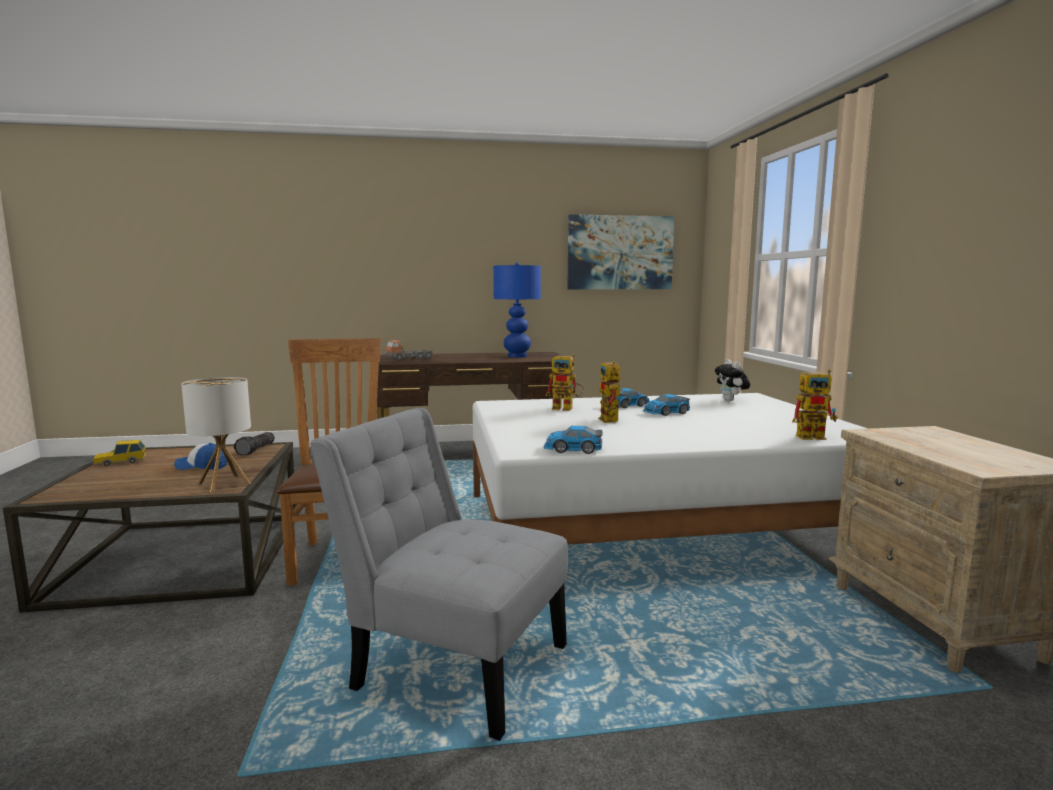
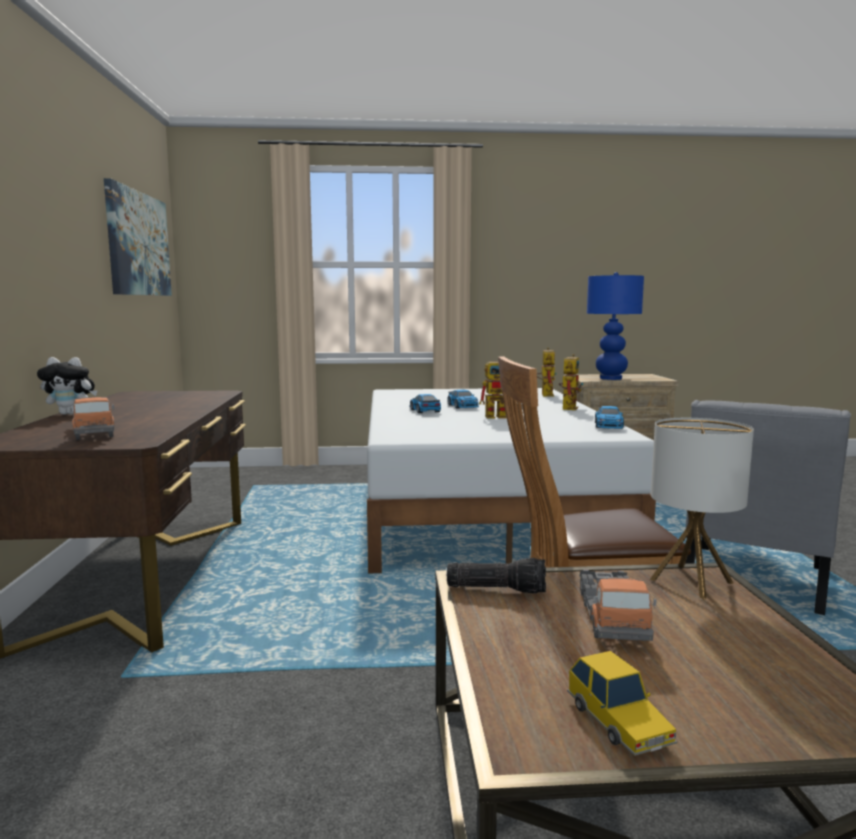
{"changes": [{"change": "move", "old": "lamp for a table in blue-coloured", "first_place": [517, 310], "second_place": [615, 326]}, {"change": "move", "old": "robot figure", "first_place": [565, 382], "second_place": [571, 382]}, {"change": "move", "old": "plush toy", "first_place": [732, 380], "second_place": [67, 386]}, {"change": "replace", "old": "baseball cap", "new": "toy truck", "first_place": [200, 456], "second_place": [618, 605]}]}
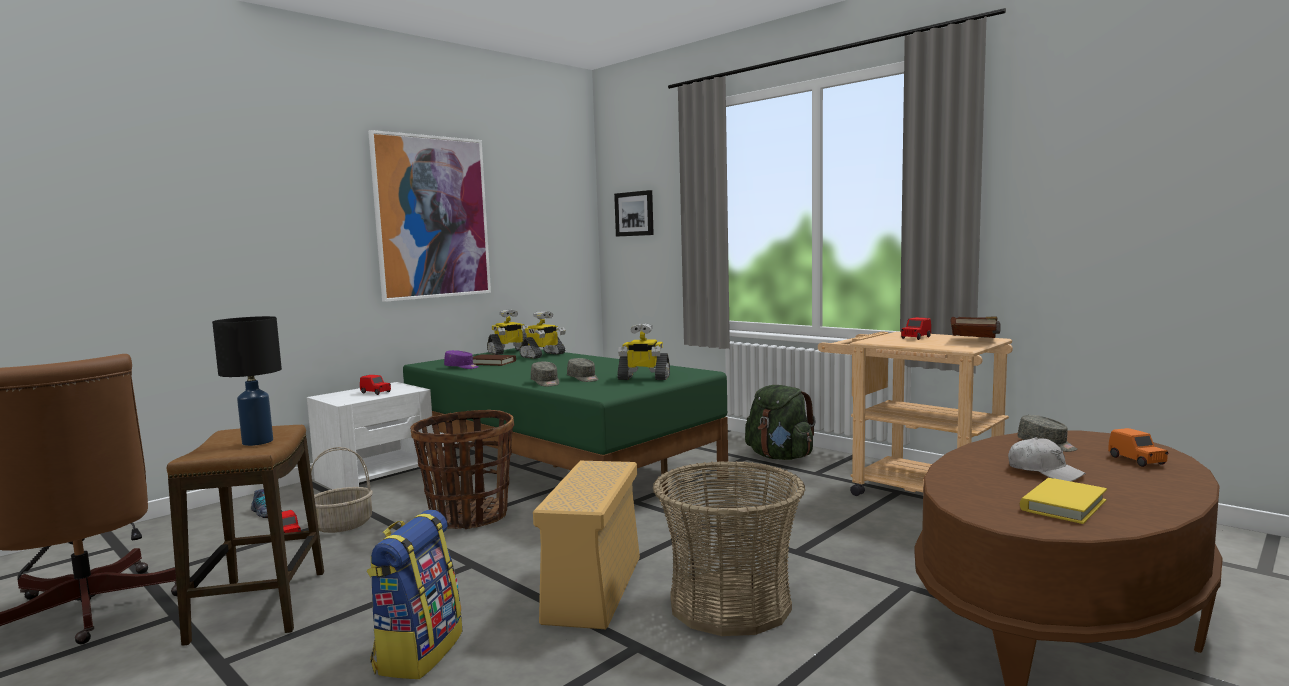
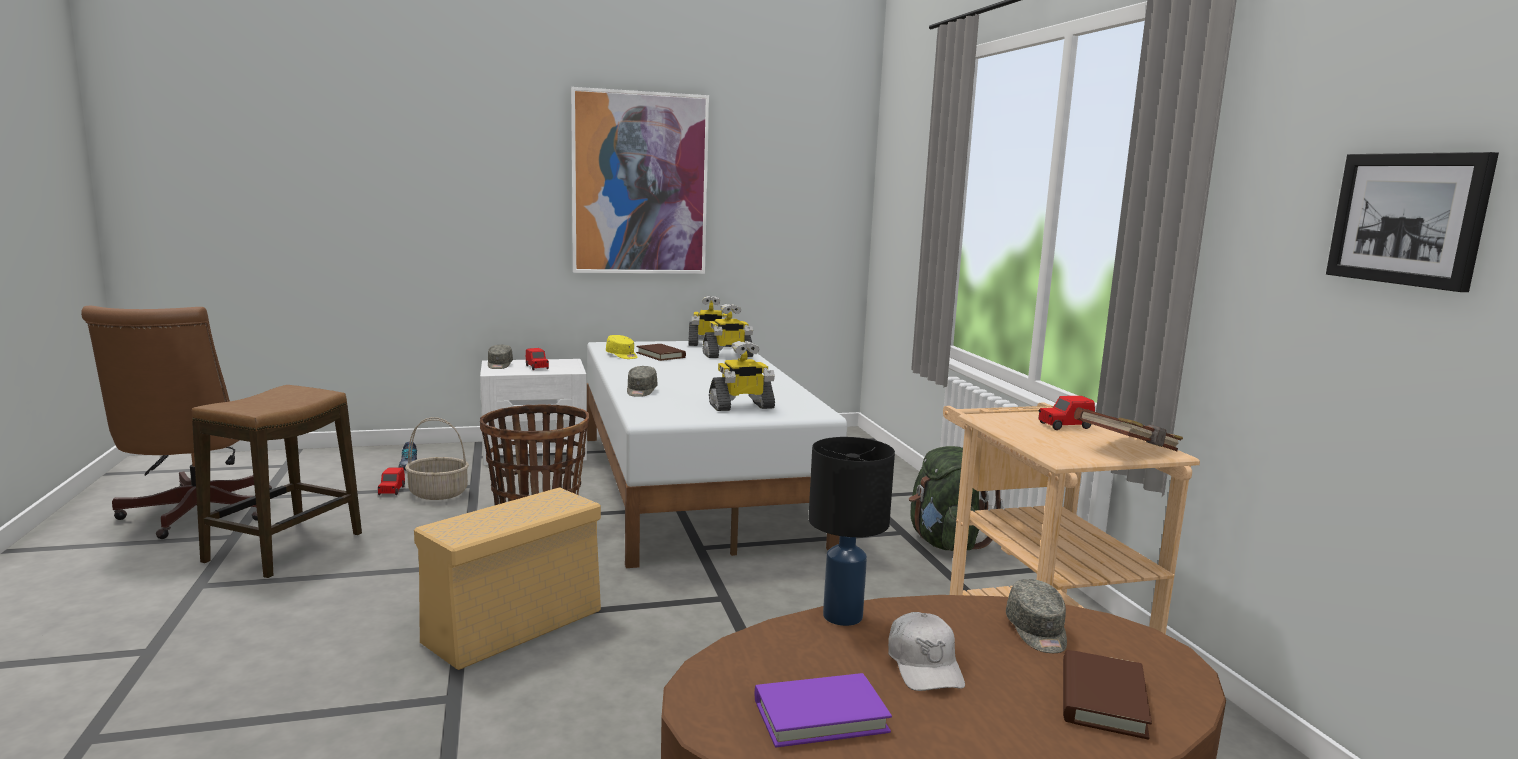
{"changes": [{"change": "move", "old": "wall picture", "first_place": [634, 213], "second_place": [1412, 222]}, {"change": "move", "old": "lamp for a table in black", "first_place": [247, 381], "second_place": [852, 531]}, {"change": "rotate", "old": "robot figure", "first_place": [643, 351], "second_place": [742, 375], "degrees": -60}, {"change": "recolor", "old": "bedroom bed in green-coloured", "new": "bedroom bed in white", "first_place": [565, 421], "second_place": [717, 454]}, {"change": "recolor", "old": "baseball cap in purplish", "new": "baseball cap in yellowish", "first_place": [461, 359], "second_place": [622, 347]}, {"change": "move", "old": "baseball cap in gray", "first_place": [583, 370], "second_place": [500, 357]}, {"change": "replace", "old": "toy car in orange-coloured", "new": "volume in brown", "first_place": [1138, 447], "second_place": [1107, 695]}, {"change": "delete", "old": "basket", "first_place": [729, 548]}, {"change": "recolor", "old": "volume in yellowish", "new": "volume in purplish", "first_place": [1063, 501], "second_place": [823, 710]}, {"change": "delete", "old": "rucksack", "first_place": [414, 594]}]}
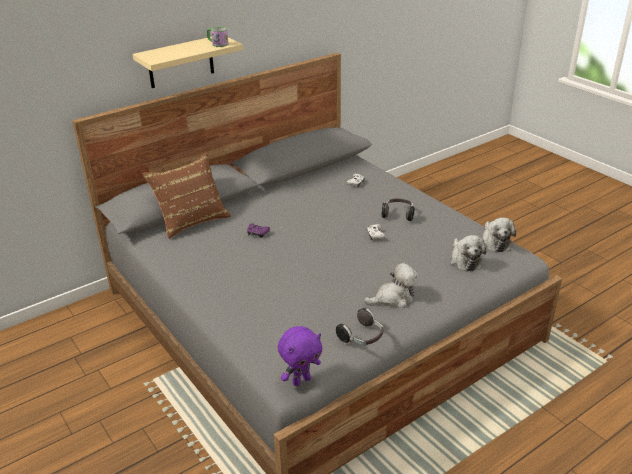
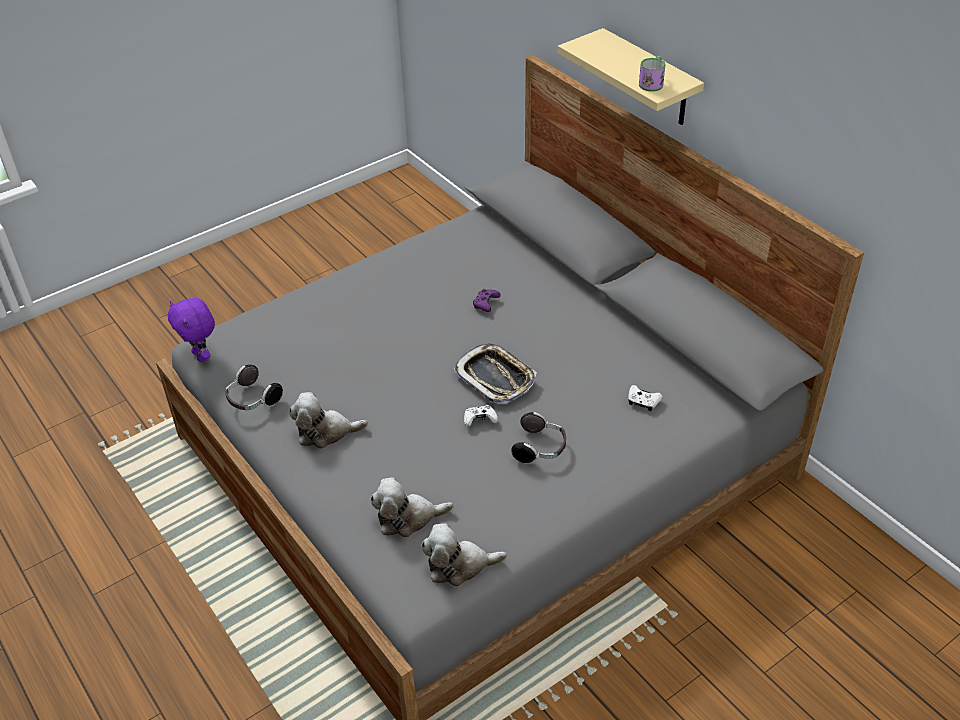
{"changes": [{"change": "delete", "old": "cushion in brown", "first_place": [186, 195]}, {"change": "rotate", "old": "plush toy", "first_place": [391, 285], "second_place": [328, 420], "degrees": 105}, {"change": "insert", "new": "tray", "second_place": [495, 373]}]}
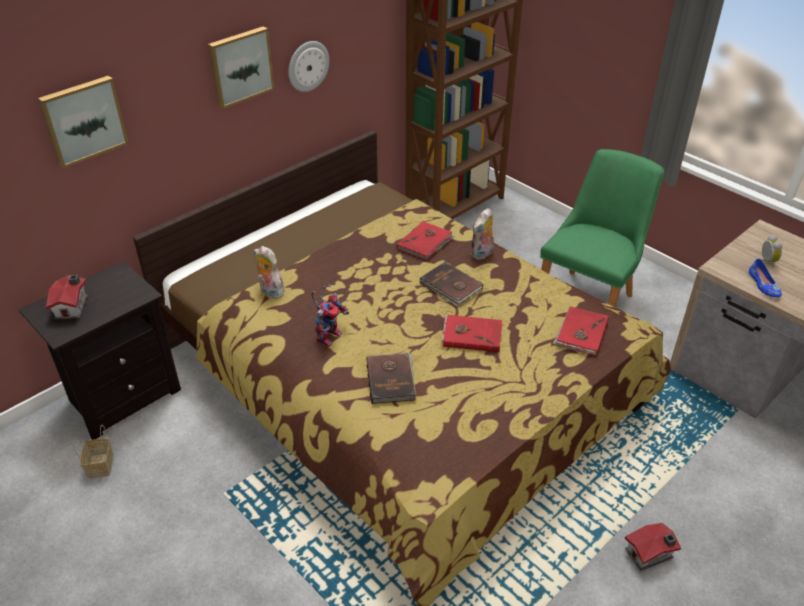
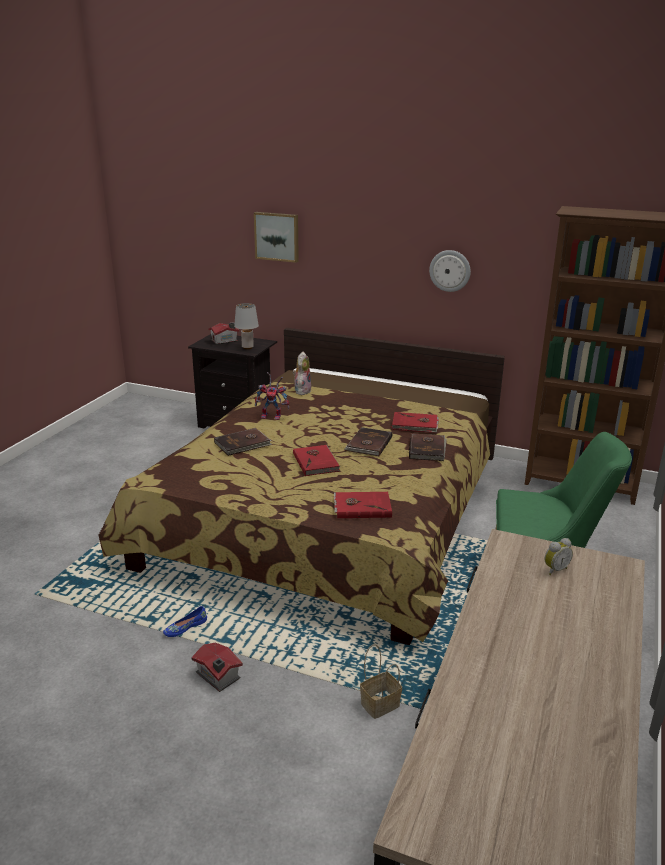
{"changes": [{"change": "delete", "old": "wall picture", "first_place": [241, 67]}, {"change": "replace", "old": "plush toy", "new": "volume in brown", "first_place": [482, 234], "second_place": [428, 447]}, {"change": "move", "old": "shoe in blue-coloured", "first_place": [765, 278], "second_place": [185, 621]}, {"change": "move", "old": "basket", "first_place": [91, 451], "second_place": [381, 681]}, {"change": "insert", "new": "lamp for a table in gray", "second_place": [246, 326]}]}
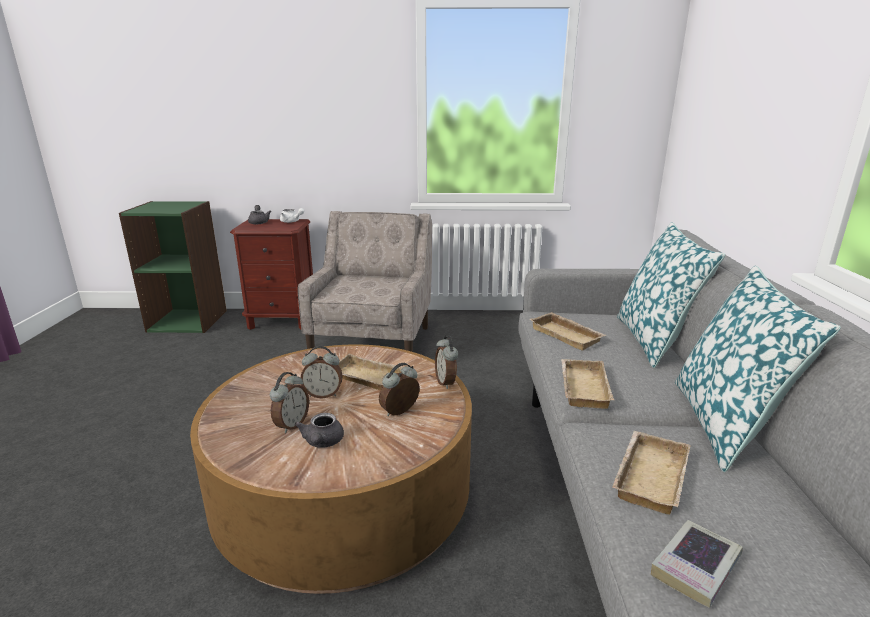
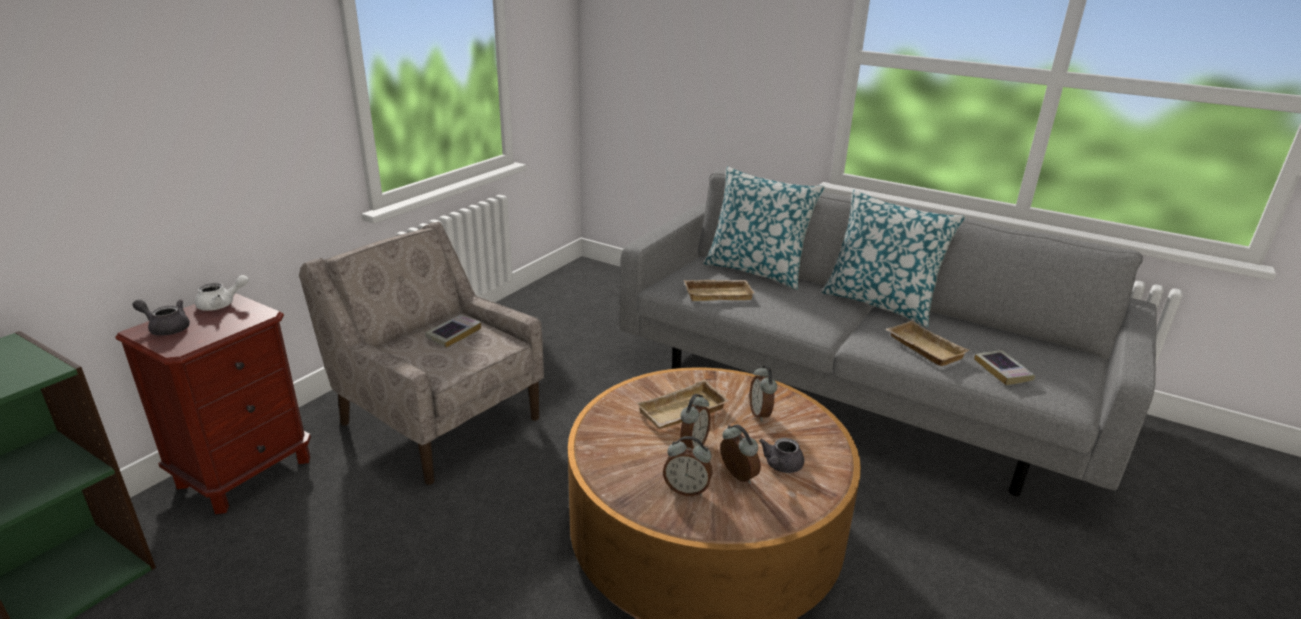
{"changes": [{"change": "move", "old": "table clock", "first_place": [447, 362], "second_place": [688, 466]}, {"change": "delete", "old": "tray in beige-coloured", "first_place": [587, 384]}, {"change": "rotate", "old": "teapot in gray", "first_place": [319, 430], "second_place": [781, 455], "degrees": 90}, {"change": "insert", "new": "volume", "second_place": [453, 331]}]}
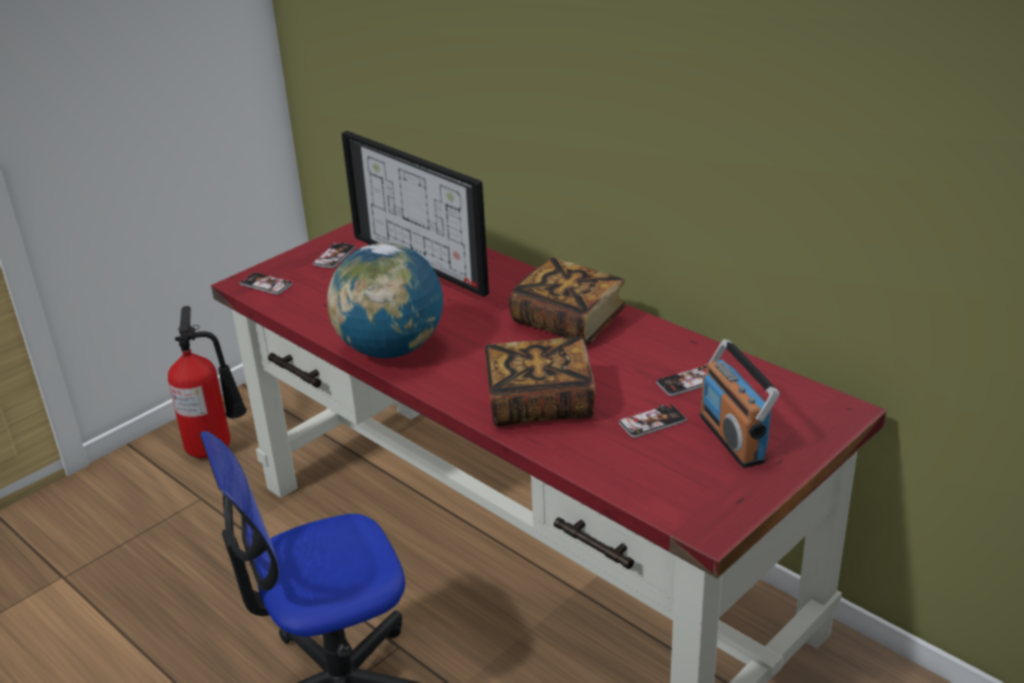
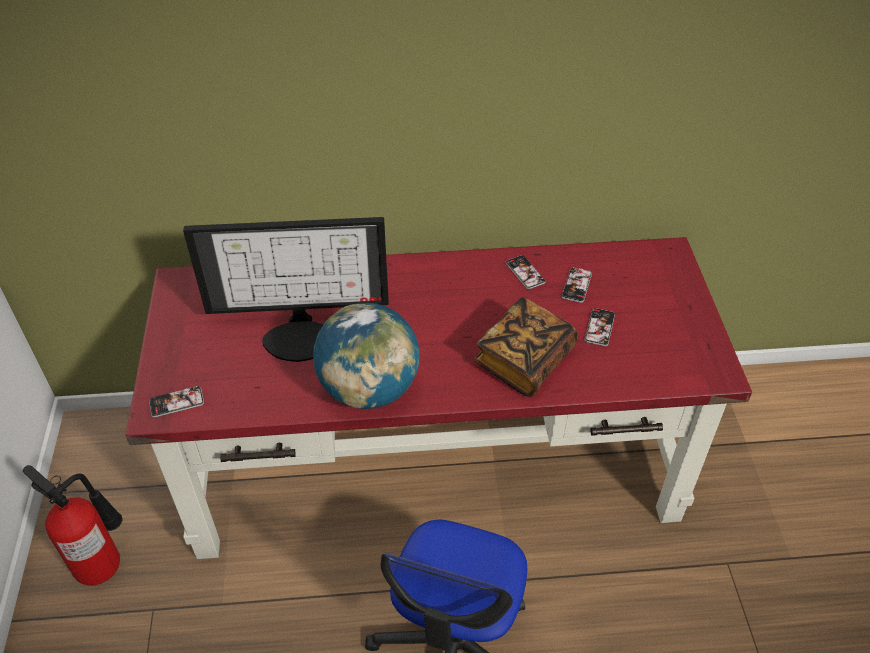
{"changes": [{"change": "move", "old": "phone", "first_place": [334, 255], "second_place": [525, 272]}, {"change": "delete", "old": "volume", "first_place": [568, 301]}, {"change": "delete", "old": "radio set", "first_place": [740, 403]}]}
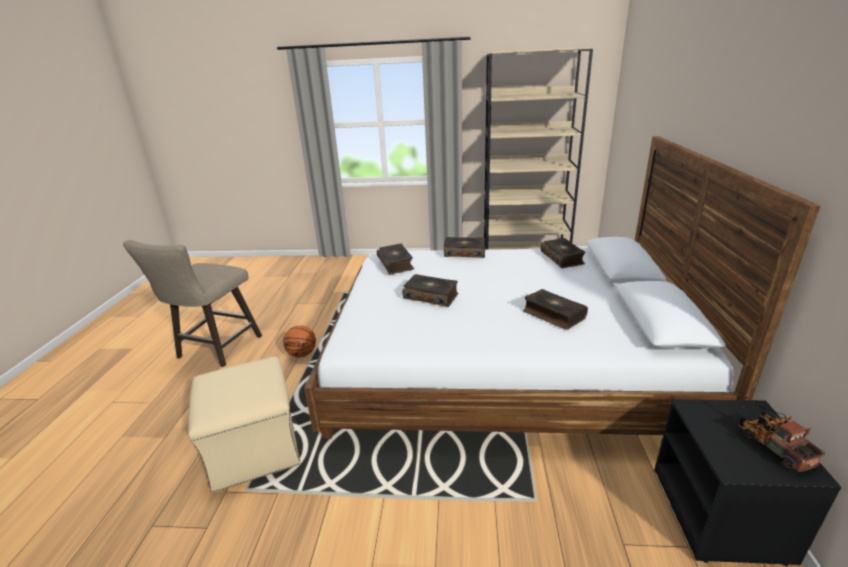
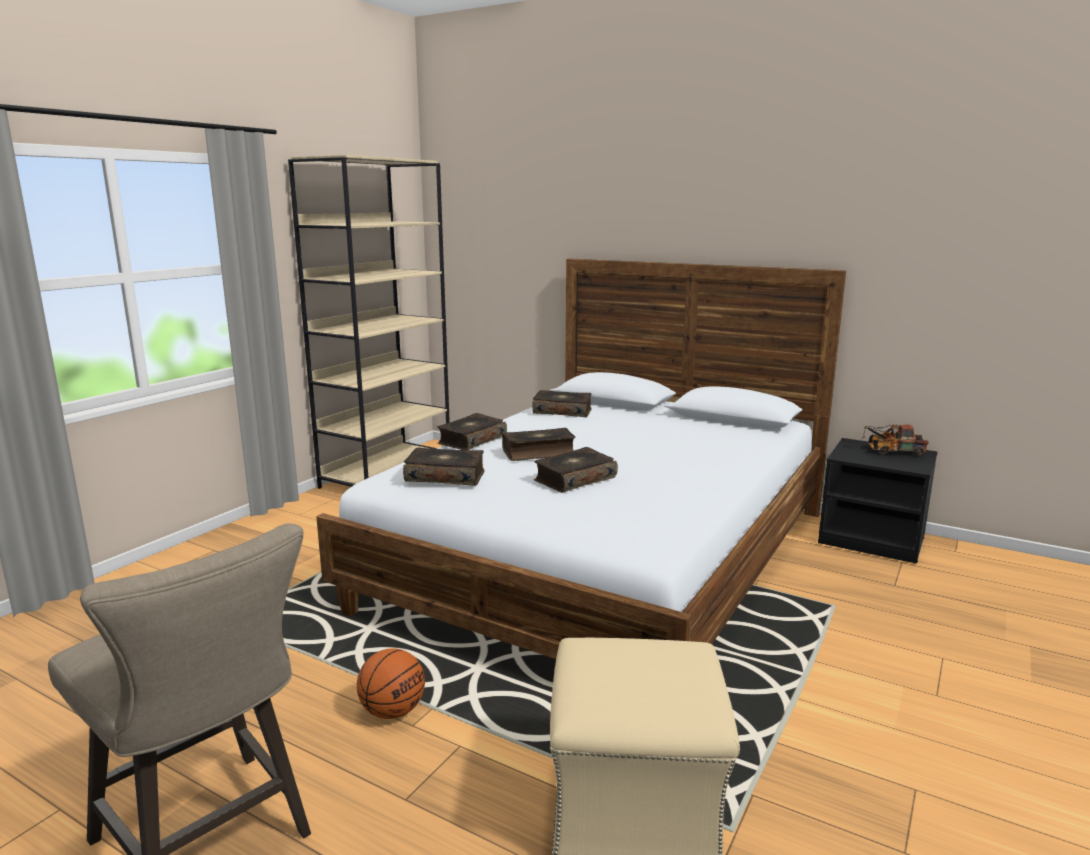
{"changes": [{"change": "move", "old": "volume", "first_place": [555, 309], "second_place": [538, 444]}]}
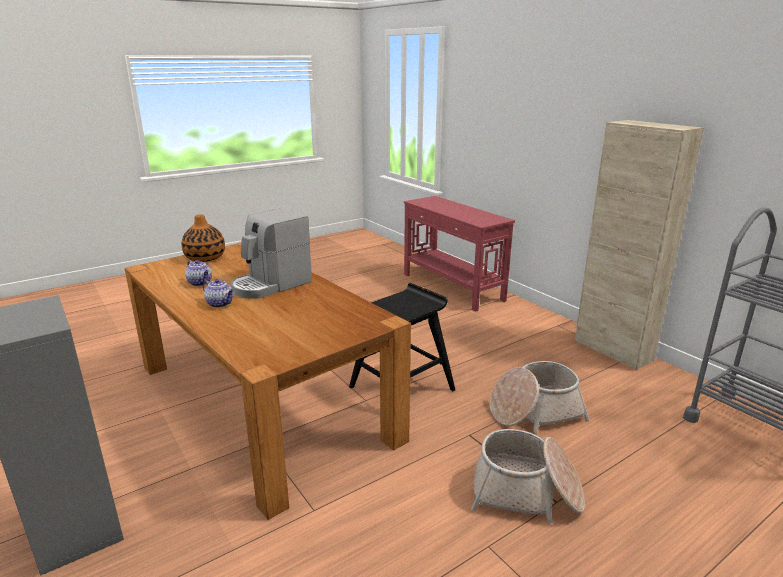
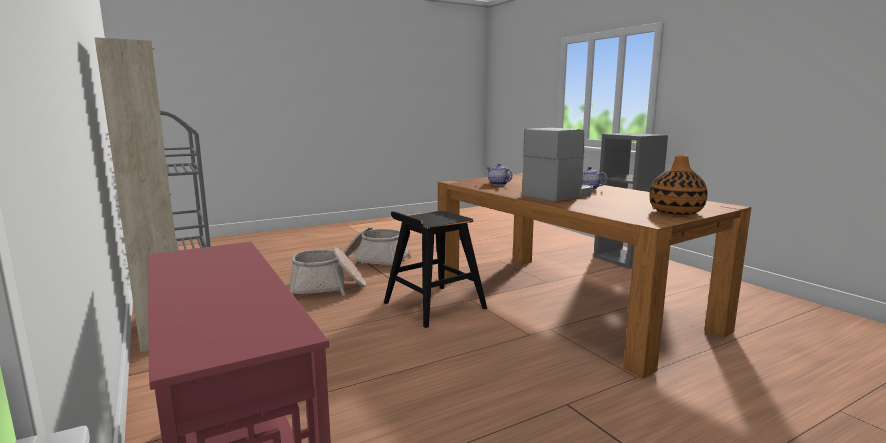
{"changes": [{"change": "move", "old": "teapot", "first_place": [198, 273], "second_place": [499, 174]}]}
